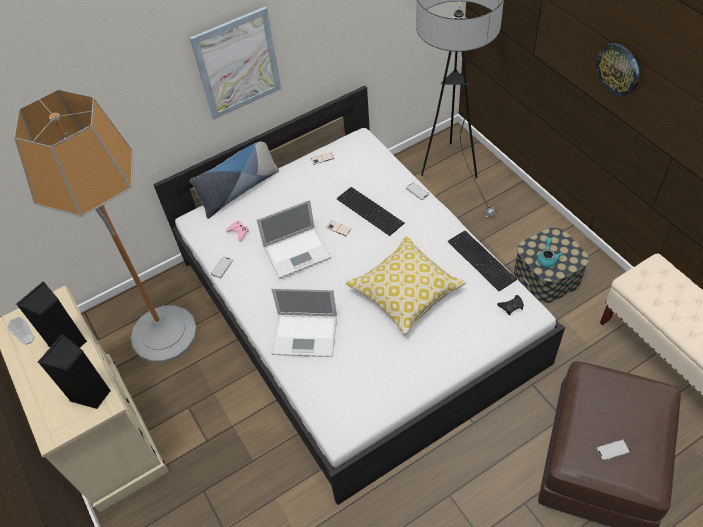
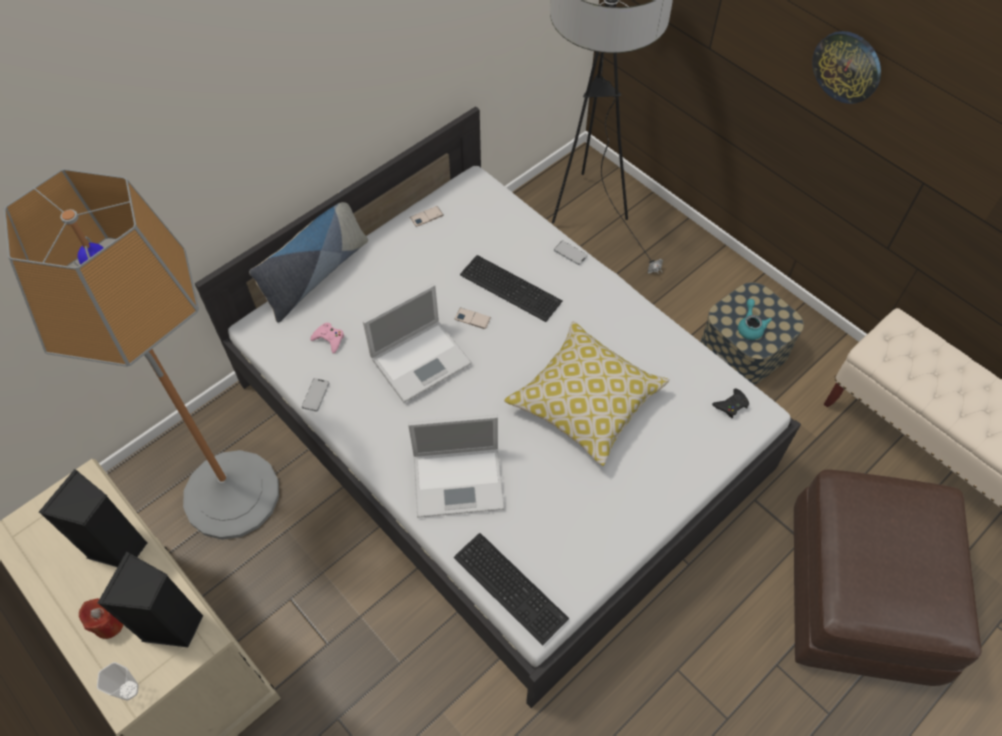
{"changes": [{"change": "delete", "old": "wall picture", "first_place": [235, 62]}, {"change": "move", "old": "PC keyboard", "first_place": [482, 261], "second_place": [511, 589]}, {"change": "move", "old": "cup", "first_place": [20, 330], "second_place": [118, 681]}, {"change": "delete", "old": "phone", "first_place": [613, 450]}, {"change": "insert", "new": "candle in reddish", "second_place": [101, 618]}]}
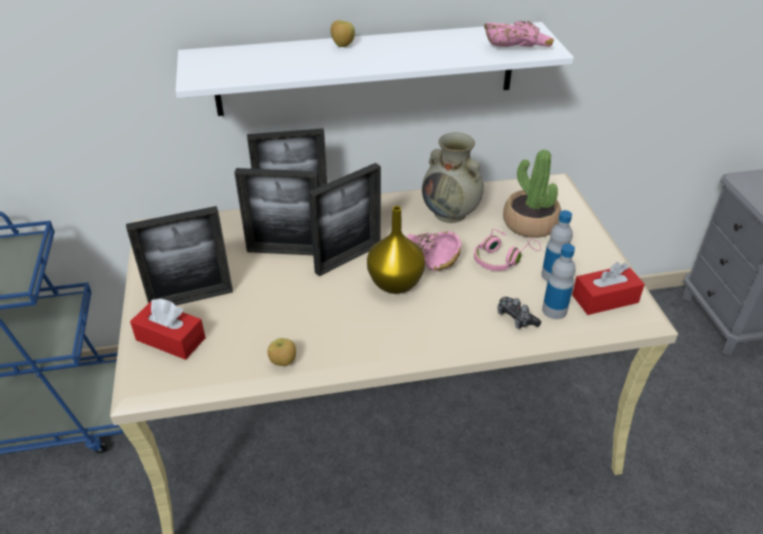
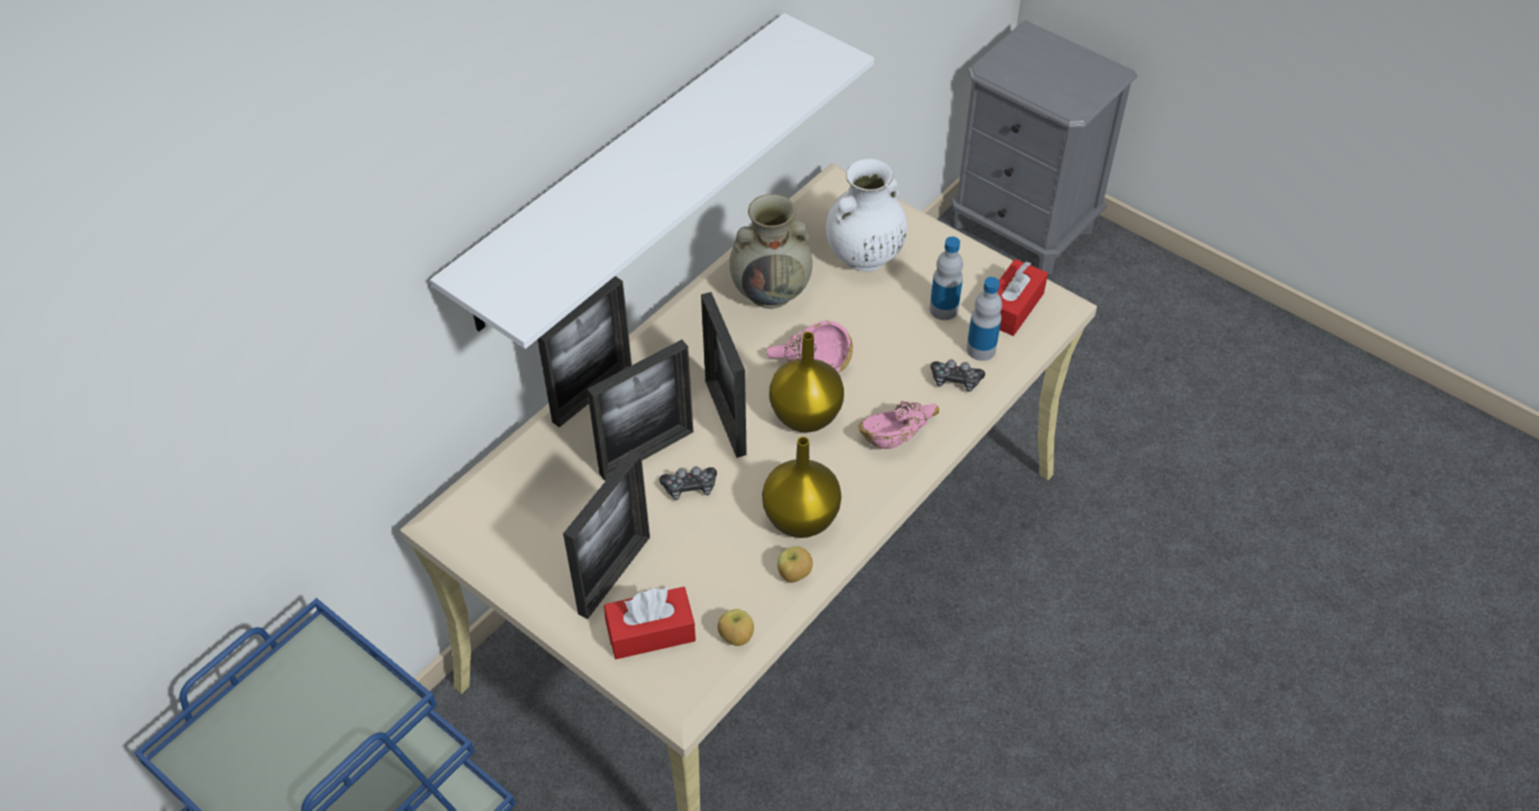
{"changes": [{"change": "move", "old": "apple fruit", "first_place": [342, 33], "second_place": [735, 627]}, {"change": "move", "old": "bowl in pink-coloured", "first_place": [519, 34], "second_place": [899, 425]}, {"change": "replace", "old": "plant in a pot", "new": "vase in white", "first_place": [532, 194], "second_place": [866, 215]}, {"change": "rotate", "old": "photo frame", "first_place": [344, 219], "second_place": [724, 375], "degrees": 150}, {"change": "delete", "old": "pair of headphones in pink-coloured", "first_place": [507, 250]}, {"change": "insert", "new": "vase in yellowish", "second_place": [802, 487]}, {"change": "insert", "new": "gamepad", "second_place": [688, 483]}]}
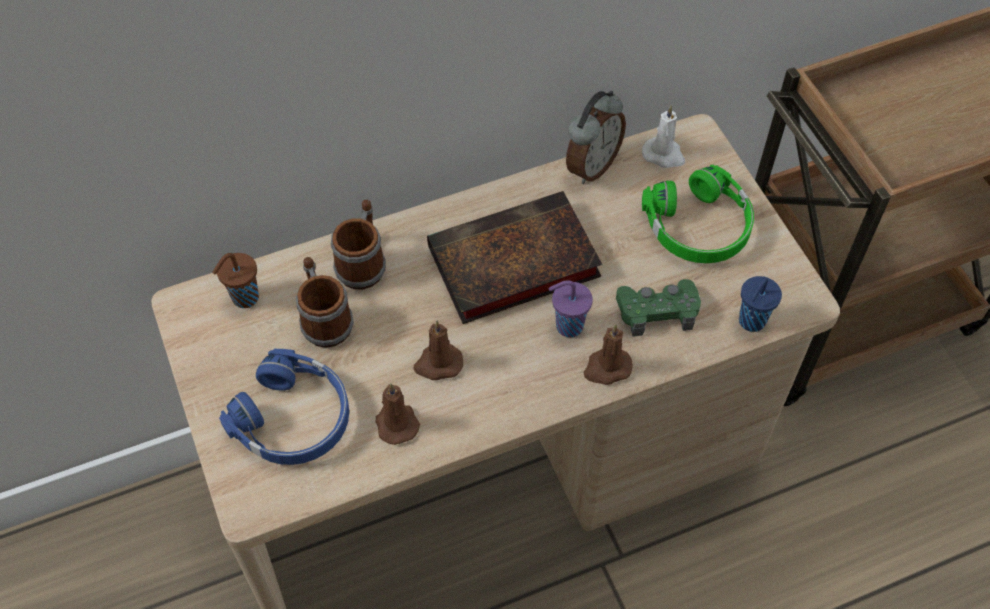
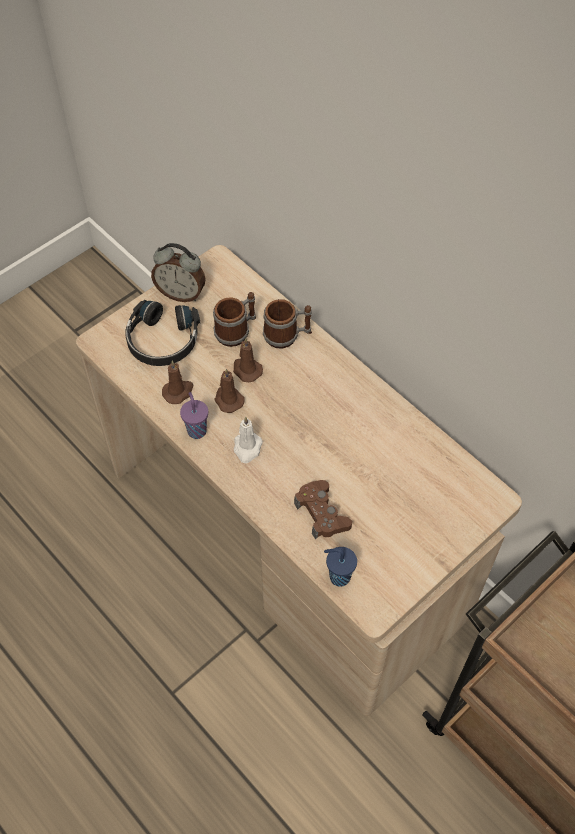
{"changes": [{"change": "move", "old": "table clock", "first_place": [596, 137], "second_place": [178, 272]}, {"change": "move", "old": "candle in white", "first_place": [663, 136], "second_place": [248, 440]}, {"change": "delete", "old": "pair of headphones in green-coloured", "first_place": [698, 214]}, {"change": "delete", "old": "volume", "first_place": [514, 257]}, {"change": "delete", "old": "cup in brown", "first_place": [235, 280]}, {"change": "recolor", "old": "gamepad in green-coloured", "new": "gamepad in brown", "first_place": [658, 308], "second_place": [323, 509]}, {"change": "move", "old": "cup in purplish", "first_place": [571, 308], "second_place": [194, 415]}, {"change": "move", "old": "candle in brown", "first_place": [608, 354], "second_place": [248, 360]}, {"change": "recolor", "old": "pair of headphones in blue-coloured", "new": "pair of headphones in black", "first_place": [284, 407], "second_place": [162, 333]}]}
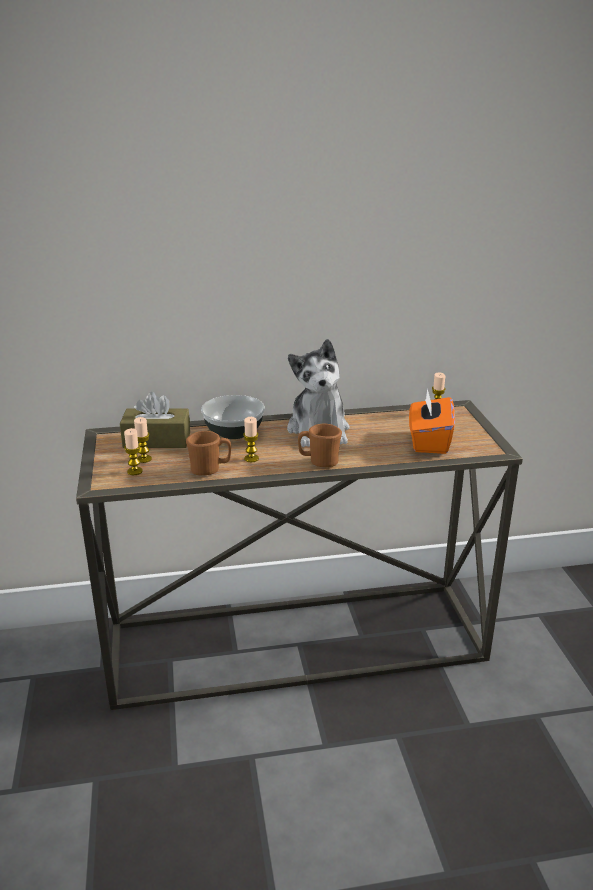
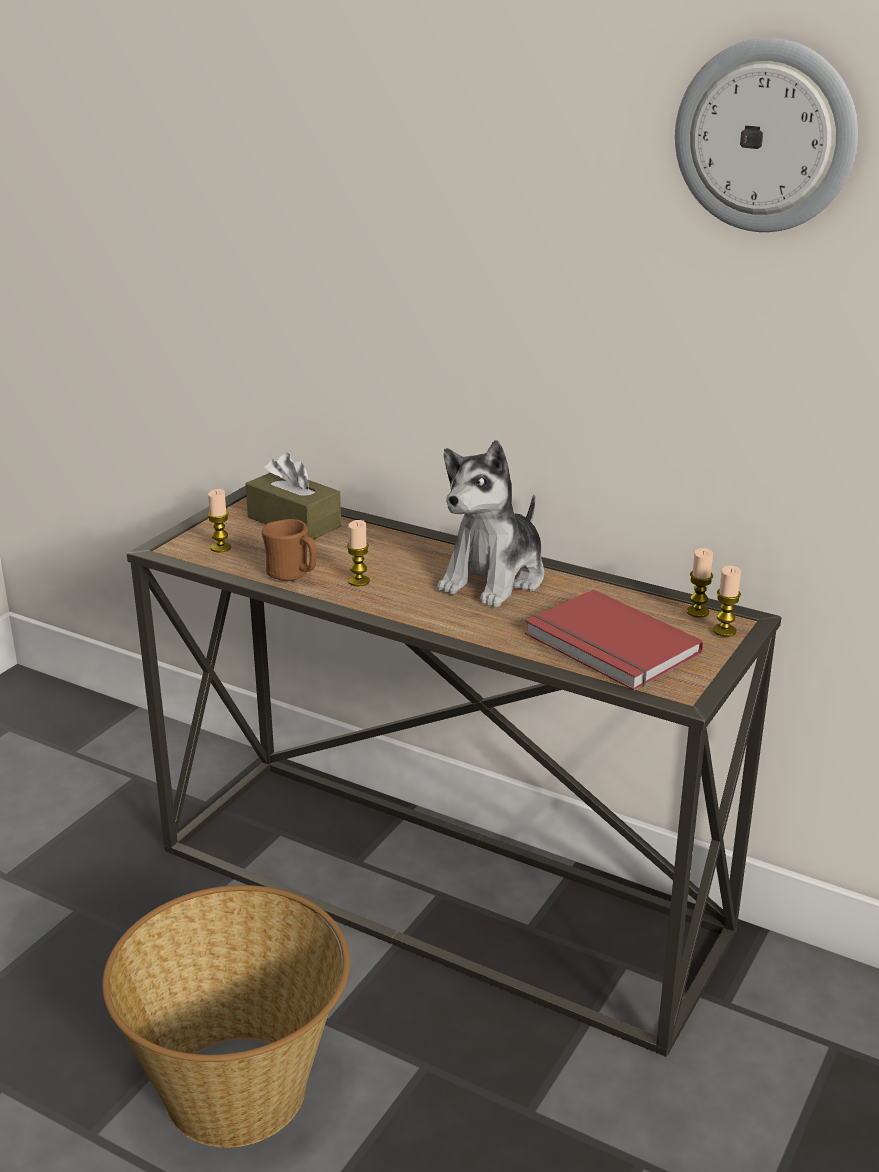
{"changes": [{"change": "replace", "old": "tissue holder in orange-coloured", "new": "volume in reddish", "first_place": [432, 421], "second_place": [614, 639]}, {"change": "delete", "old": "bowl", "first_place": [233, 417]}, {"change": "move", "old": "candle", "first_place": [143, 440], "second_place": [727, 601]}, {"change": "delete", "old": "tea mug in brown", "first_place": [320, 445]}, {"change": "insert", "new": "hanging clock", "second_place": [766, 135]}, {"change": "insert", "new": "basket", "second_place": [226, 1016]}]}
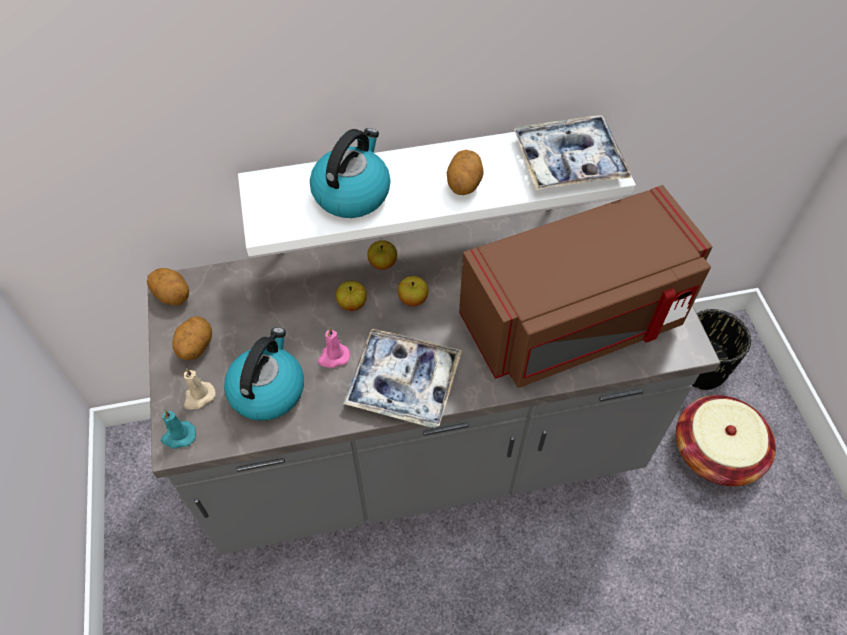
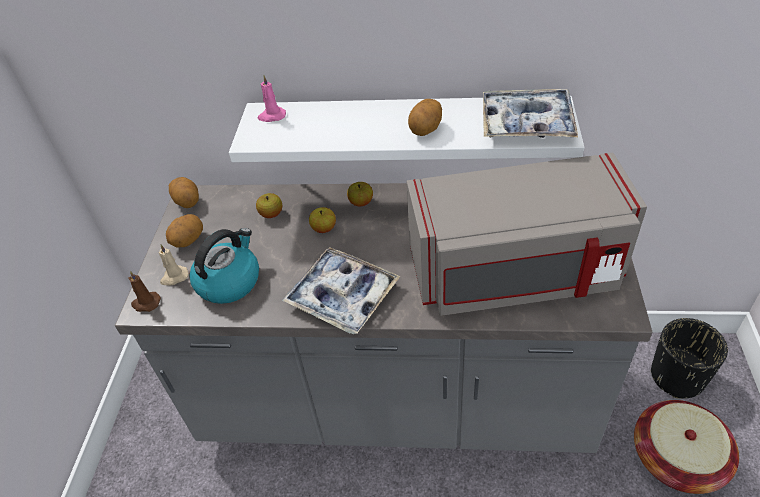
{"changes": [{"change": "delete", "old": "tea kettle", "first_place": [350, 173]}, {"change": "recolor", "old": "microwave in brown", "new": "microwave in gray", "first_place": [585, 286], "second_place": [526, 234]}, {"change": "move", "old": "apple fruit", "first_place": [413, 291], "second_place": [269, 205]}, {"change": "move", "old": "candle in pink-coloured", "first_place": [334, 347], "second_place": [272, 98]}, {"change": "recolor", "old": "candle in turquoise-coloured", "new": "candle in brown", "first_place": [178, 429], "second_place": [145, 291]}]}
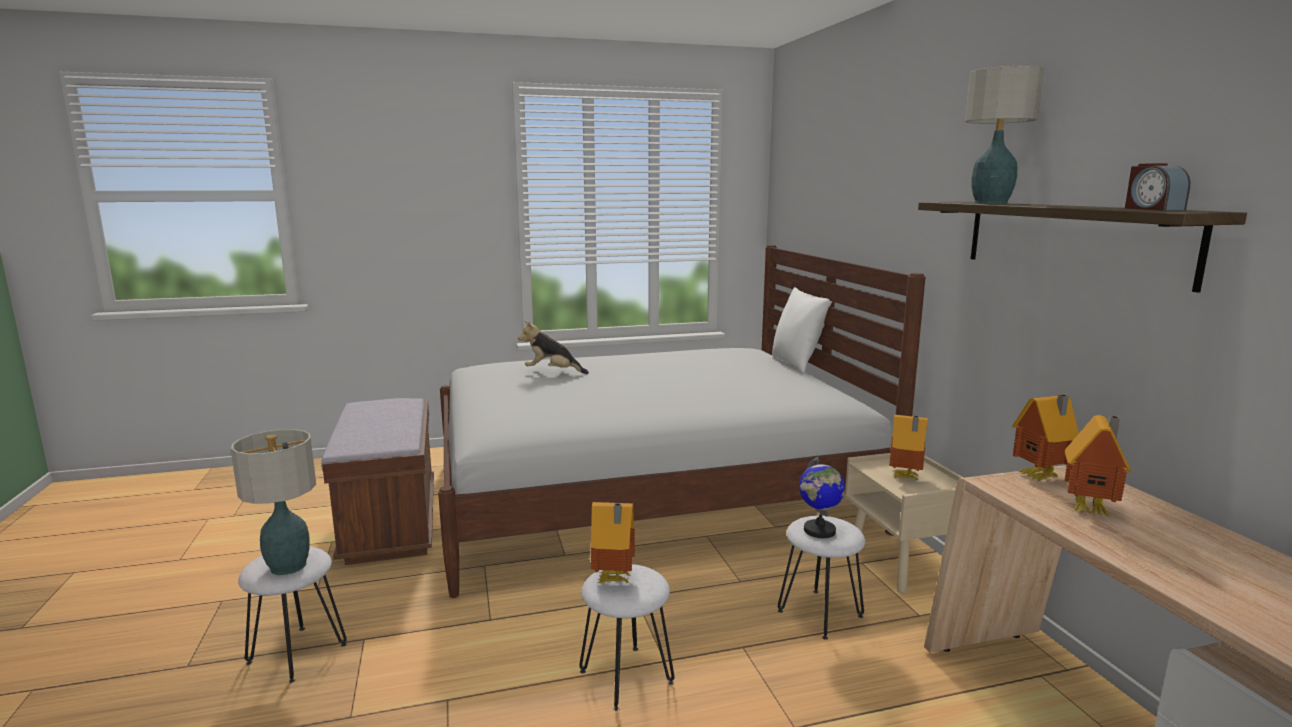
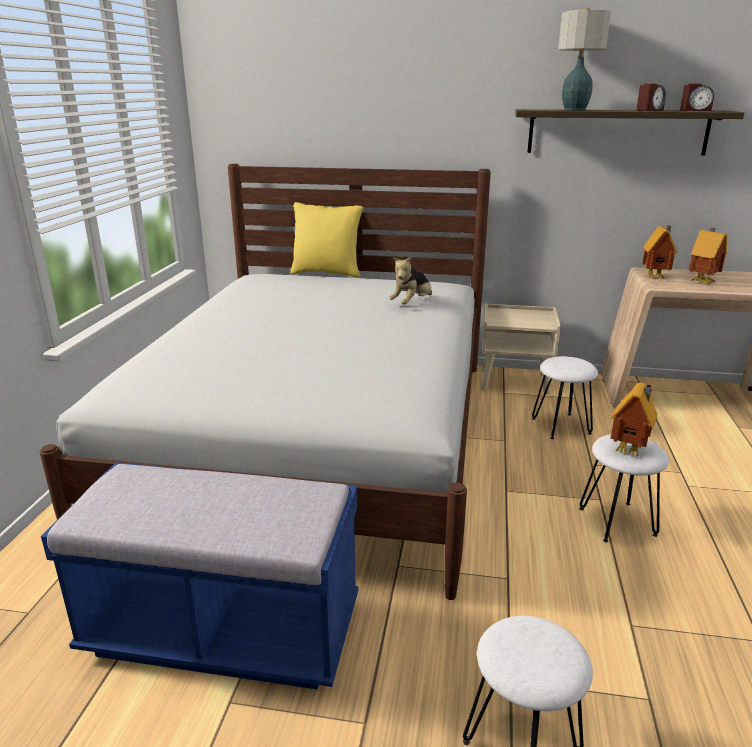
{"changes": [{"change": "recolor", "old": "cushion in white", "new": "cushion in yellowish", "first_place": [802, 330], "second_place": [327, 240]}, {"change": "move", "old": "plush toy", "first_place": [553, 347], "second_place": [410, 280]}, {"change": "recolor", "old": "bench in brown", "new": "bench in blue-coloured", "first_place": [377, 481], "second_place": [200, 576]}, {"change": "delete", "old": "miniature house", "first_place": [908, 448]}, {"change": "delete", "old": "lamp for a table", "first_place": [273, 502]}, {"change": "delete", "old": "desk globe", "first_place": [822, 497]}, {"change": "insert", "new": "table clock", "second_place": [651, 97]}]}
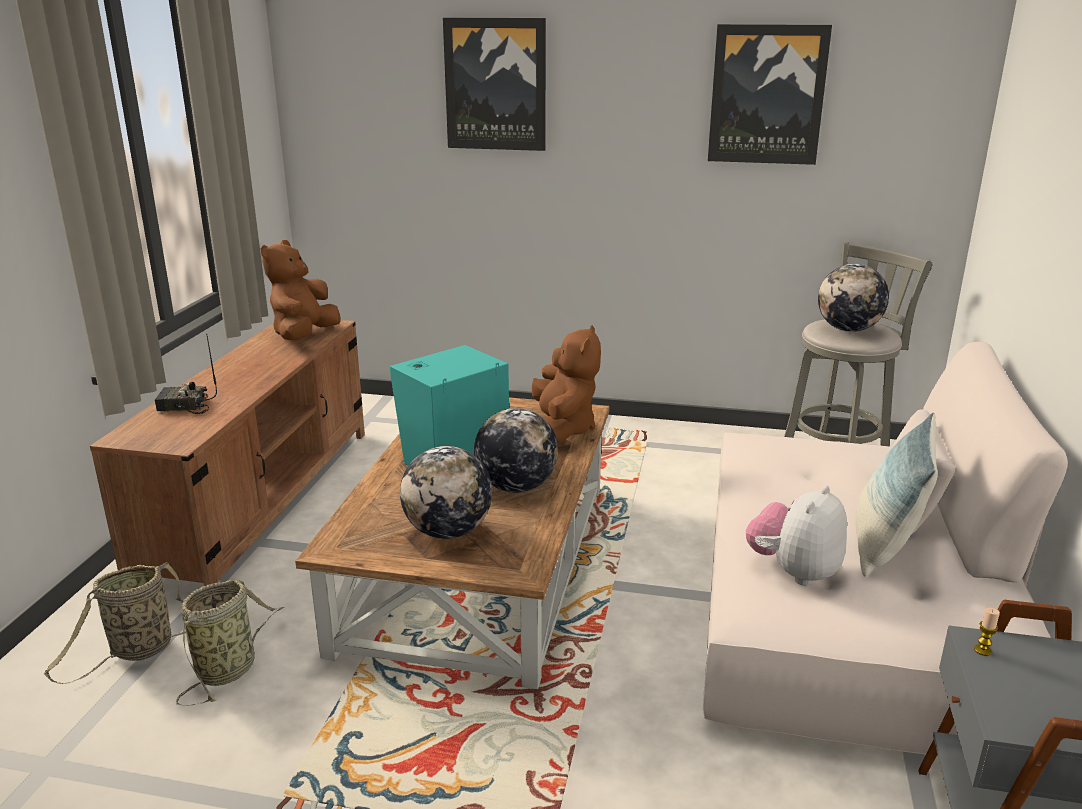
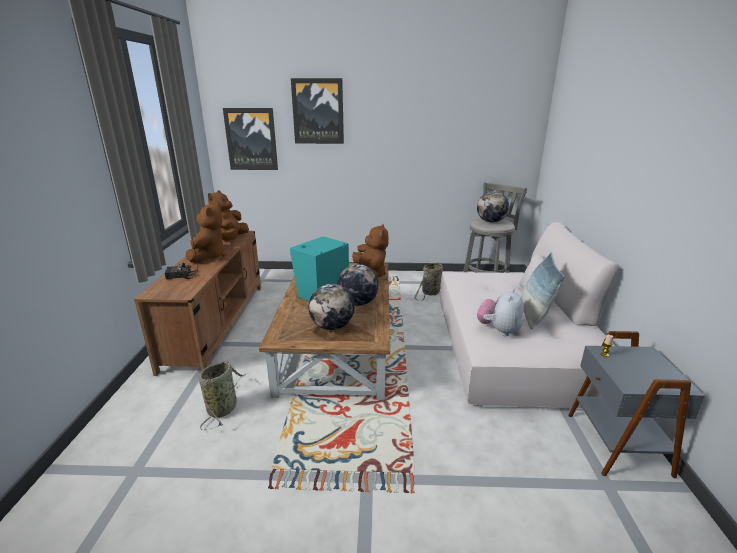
{"changes": [{"change": "move", "old": "wall picture", "first_place": [770, 94], "second_place": [250, 139]}, {"change": "move", "old": "basket", "first_place": [115, 623], "second_place": [428, 281]}, {"change": "insert", "new": "plush toy in brown", "second_place": [206, 232]}]}
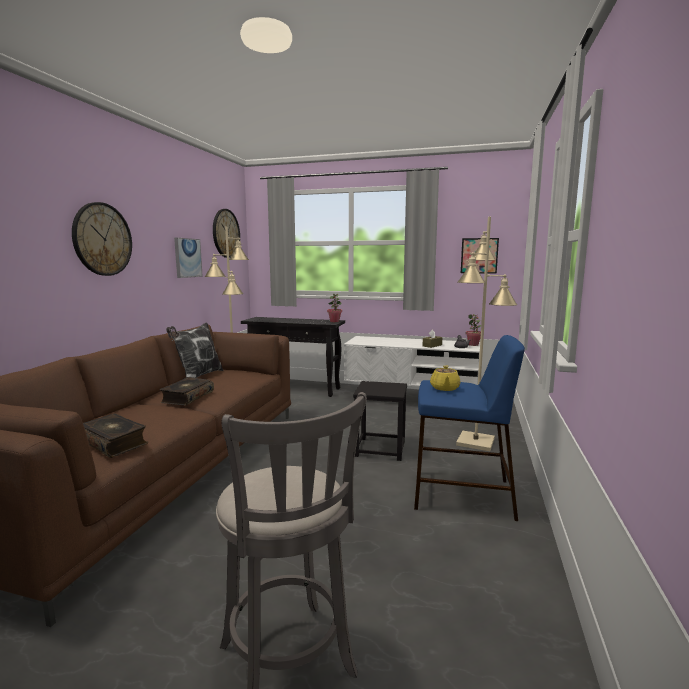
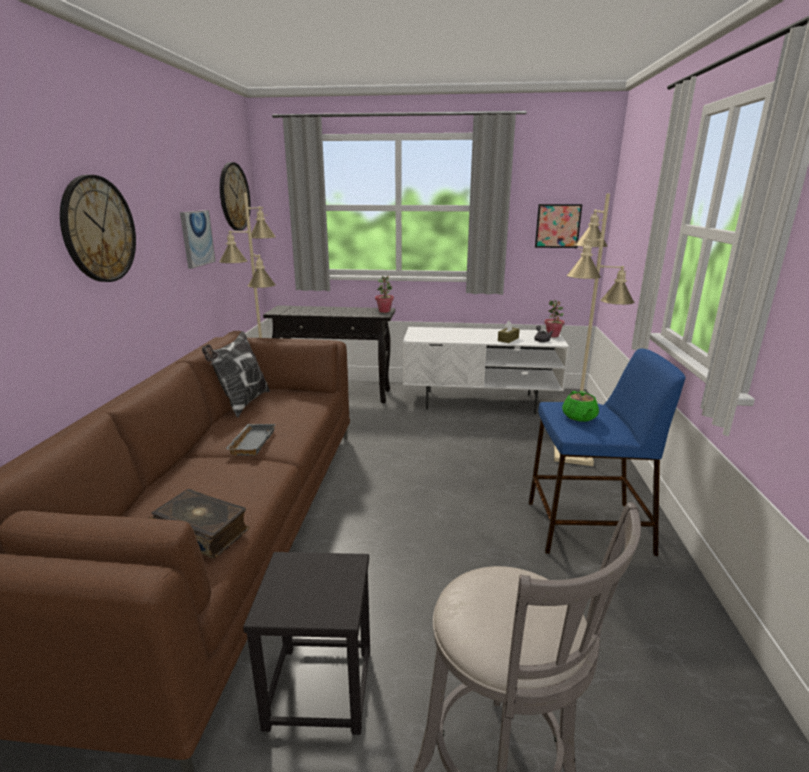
{"changes": [{"change": "recolor", "old": "teapot in yellowish", "new": "teapot in green-coloured", "first_place": [445, 378], "second_place": [580, 406]}, {"change": "replace", "old": "volume", "new": "tray in gray", "first_place": [186, 391], "second_place": [251, 440]}, {"change": "move", "old": "sitting stool in black", "first_place": [380, 421], "second_place": [306, 643]}]}
